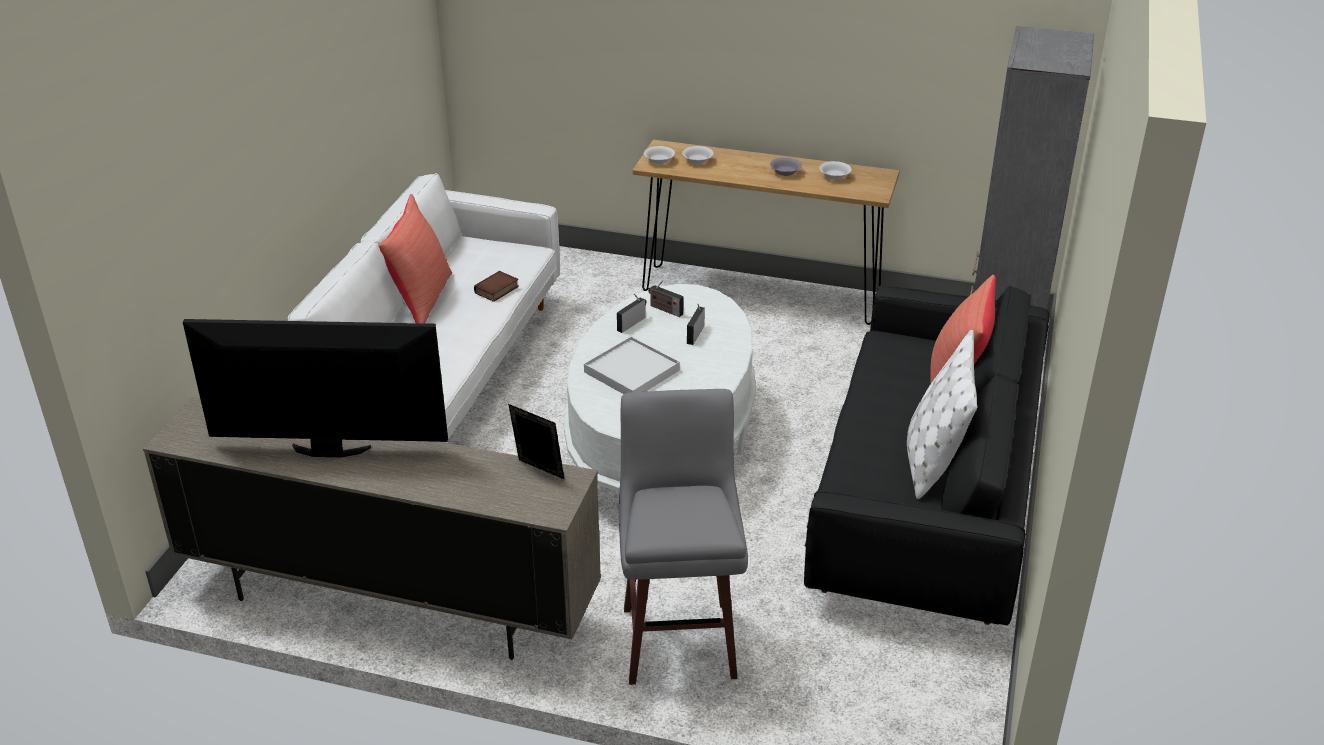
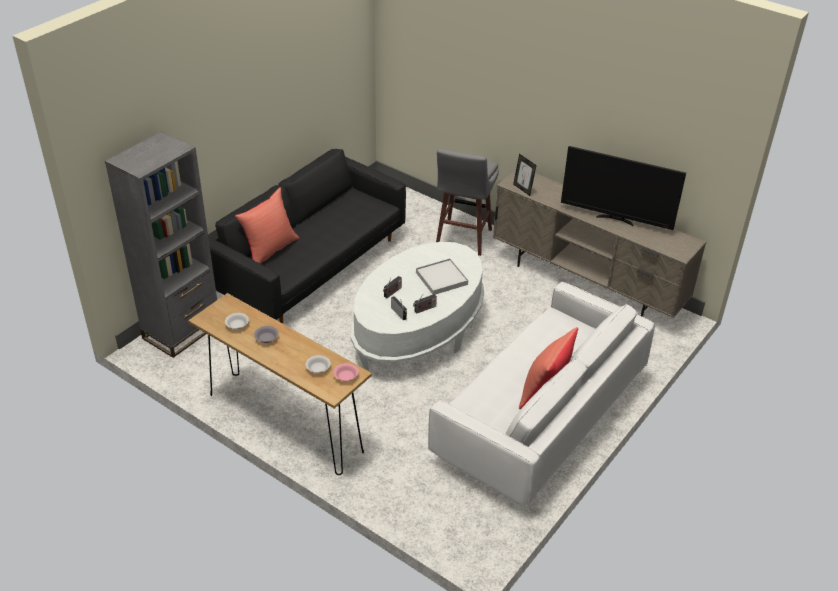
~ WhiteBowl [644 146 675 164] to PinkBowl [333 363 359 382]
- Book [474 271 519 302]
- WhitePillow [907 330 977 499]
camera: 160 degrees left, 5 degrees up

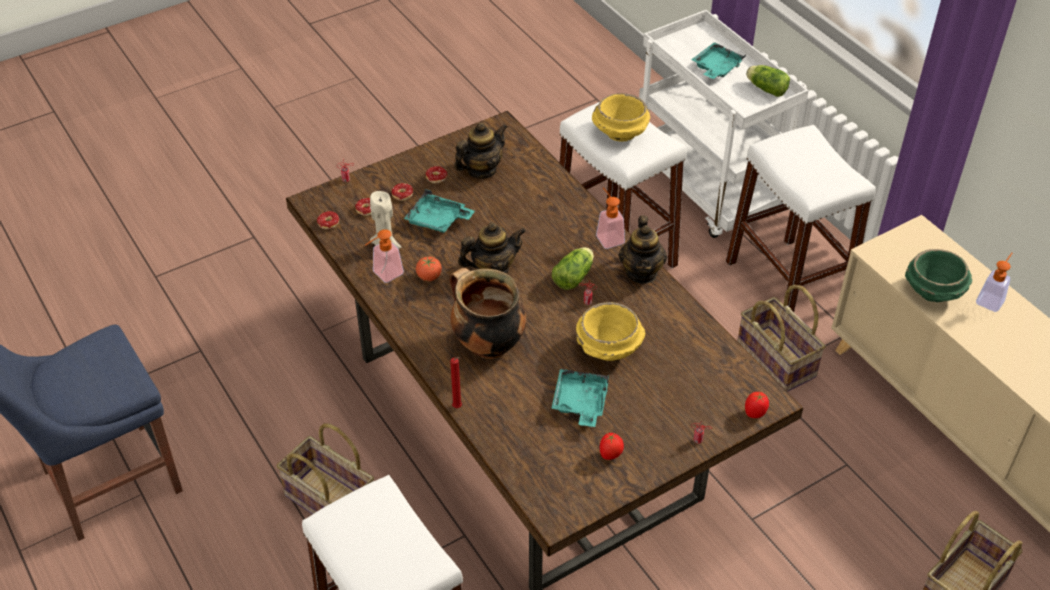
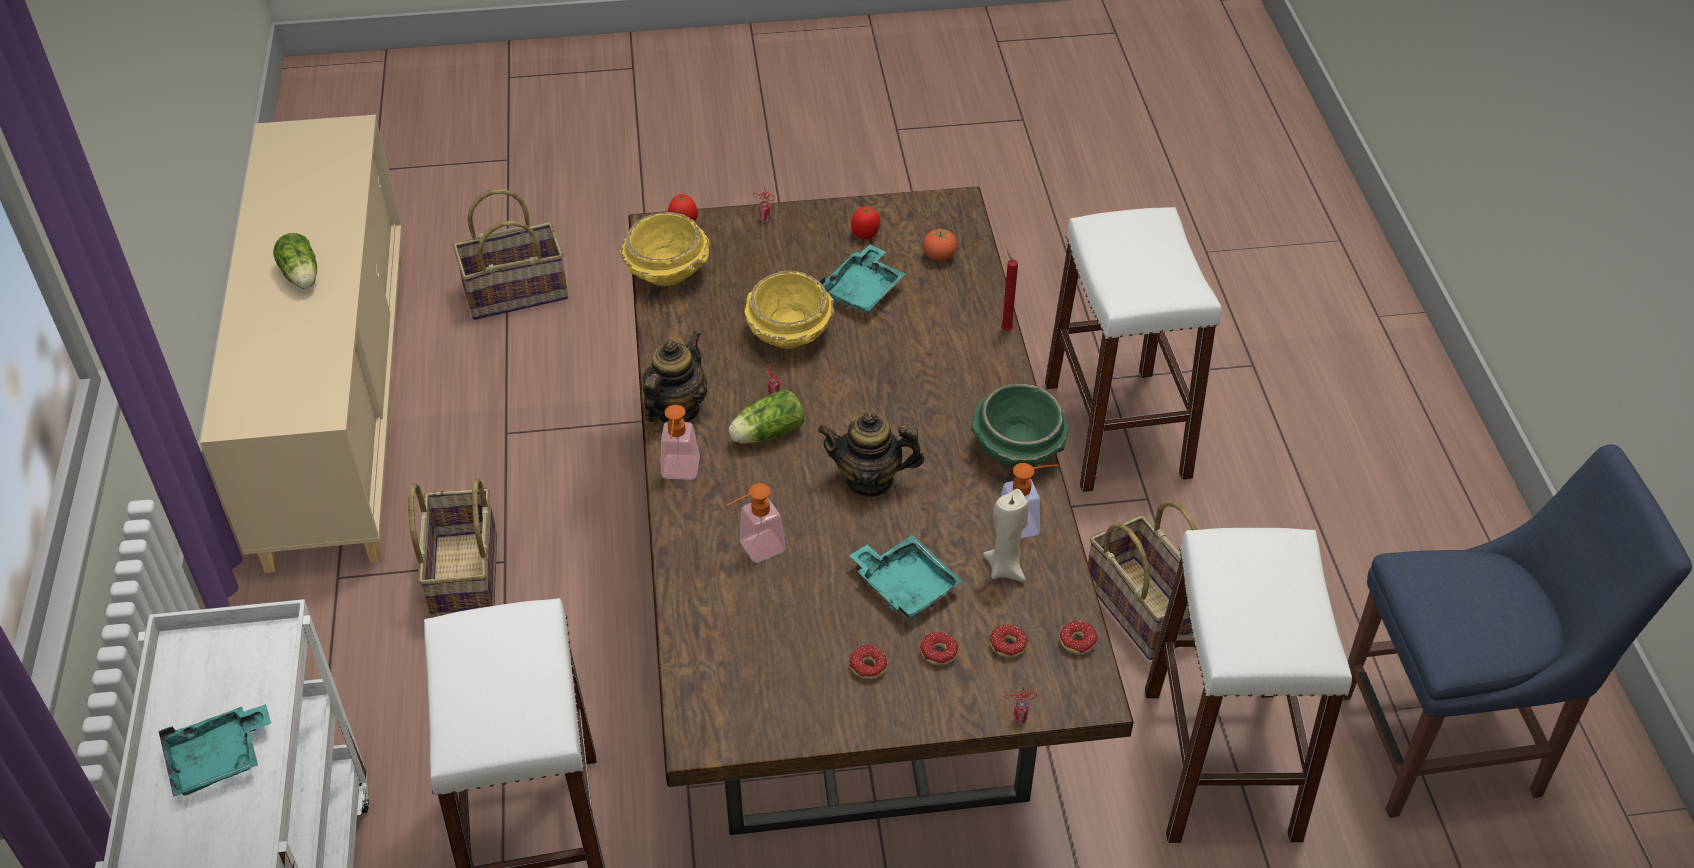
~ Lettuce [746 65 790 97] to [273 233 317 289]
~ YellowBowl [592 93 650 142] to [620 212 709 286]
~ SoapDispenser [976 253 1013 312] to [727 483 786 563]
~ Tomato [416 257 442 281] to [923 229 957 261]
~ GreenBowl [905 249 972 302] to [971 384 1069 467]
~ WhiteStool [726 125 876 312] to [1145 528 1352 843]
- CookingPot [450 268 526 359]
- Teapot [454 123 508 179]
camera: 155 degrees left, 0 degrees up

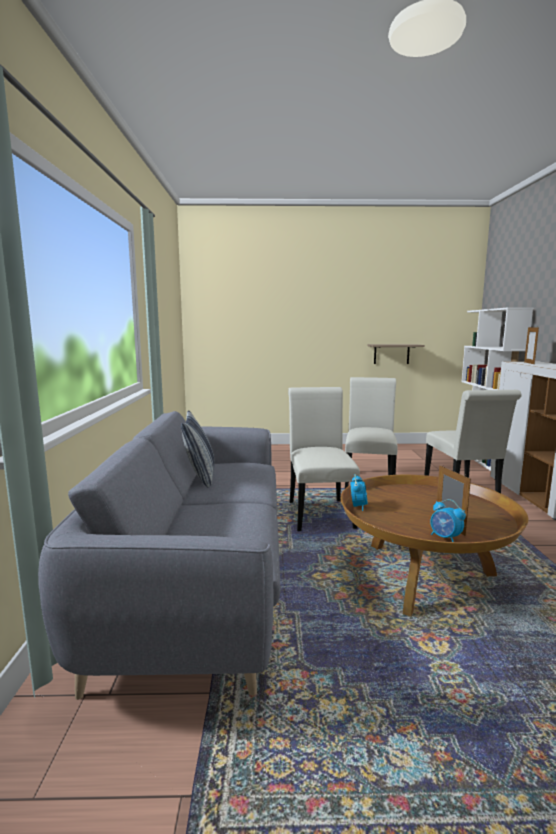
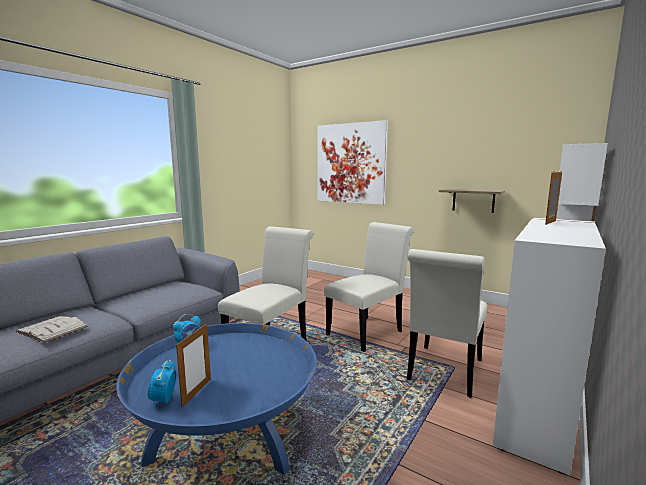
+ WhiteBook [15 316 88 343]
~ BrownCoffeeTable [341 475 529 617] to BlueCoffeeTable [116 323 317 475]
+ Picture [317 120 388 205]
- Pillow [181 410 214 488]
camera: 35 degrees right, 0 degrees up

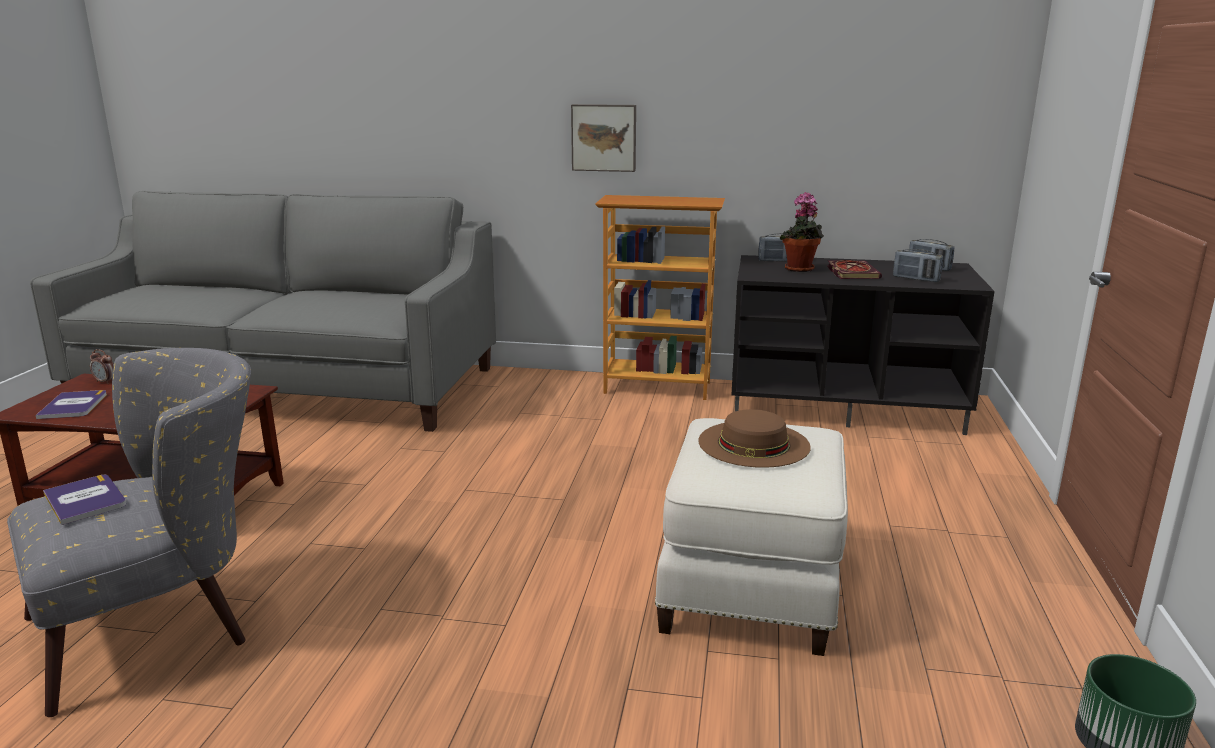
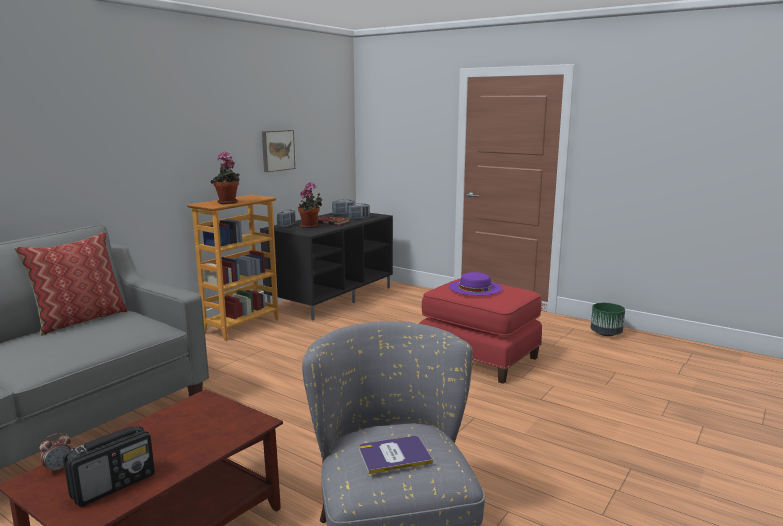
+ Pillow [14 232 128 336]
~ Book [35 390 107 419] to Radio [63 426 155 507]
+ PottedPlant [211 152 240 204]
~ Picture [571 104 636 172] to [262 130 295 172]
~ WhiteOttoman [655 418 848 656] to RedOttoman [419 278 542 384]
~ BrownHat [698 409 810 468] to PurpleHat [449 272 502 296]
camera: 65 degrees left, 5 degrees down

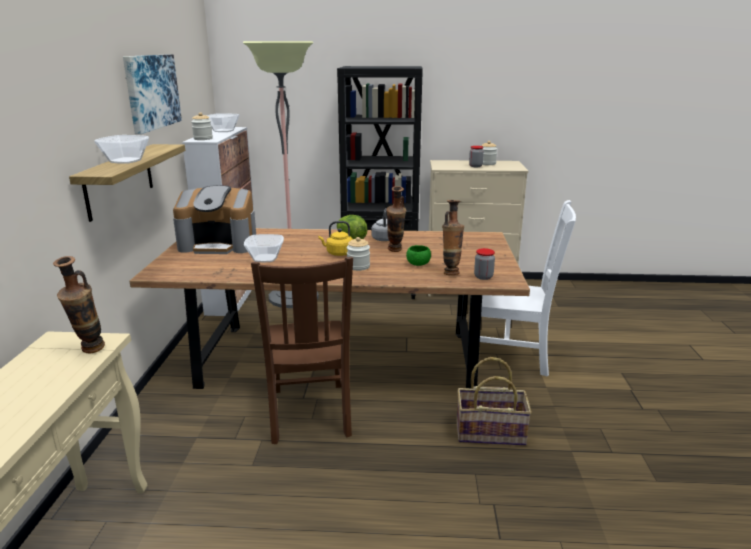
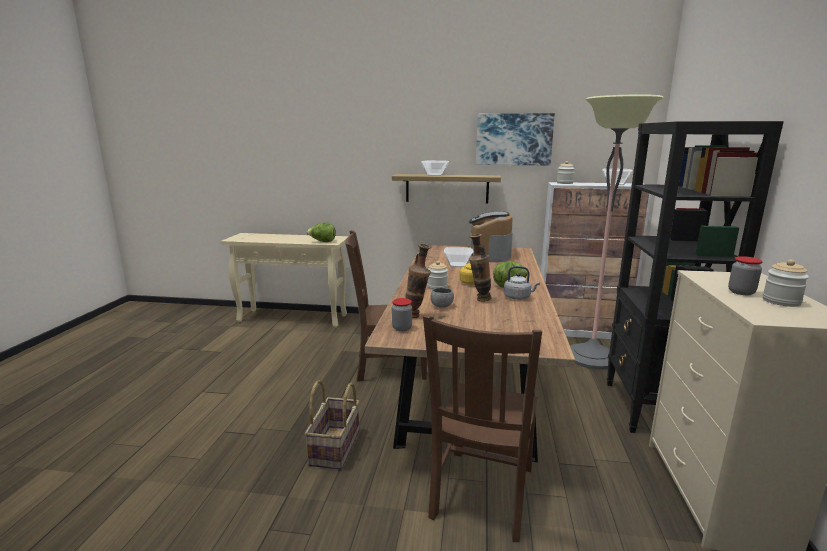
~ Vase [53 256 105 354] to Lettuce [306 222 336 242]
~ WhiteChair [480 200 576 377] to BrownChair [423 315 542 542]
~ GreenBowl [406 245 431 266] to GreyBowl [430 288 454 308]
camera: 95 degrees right, 5 degrees down

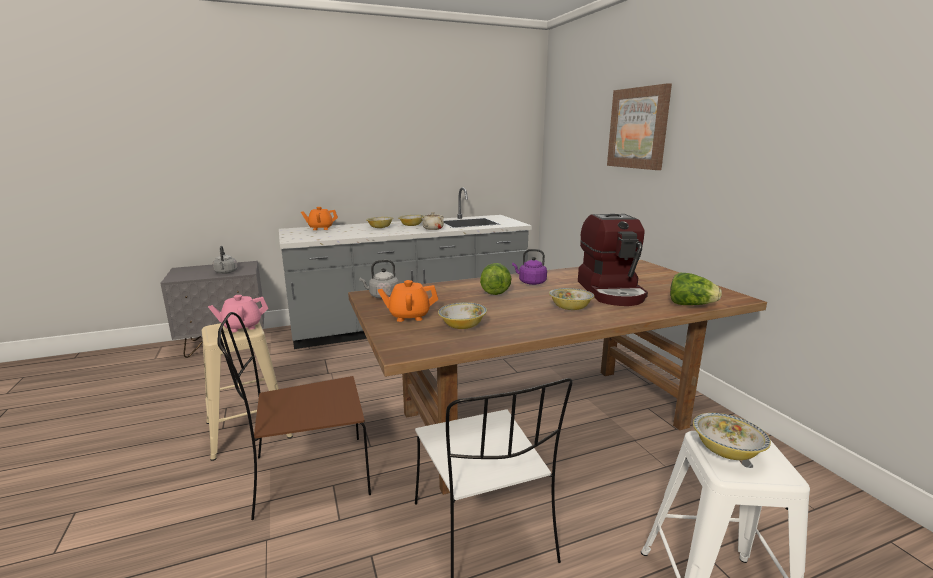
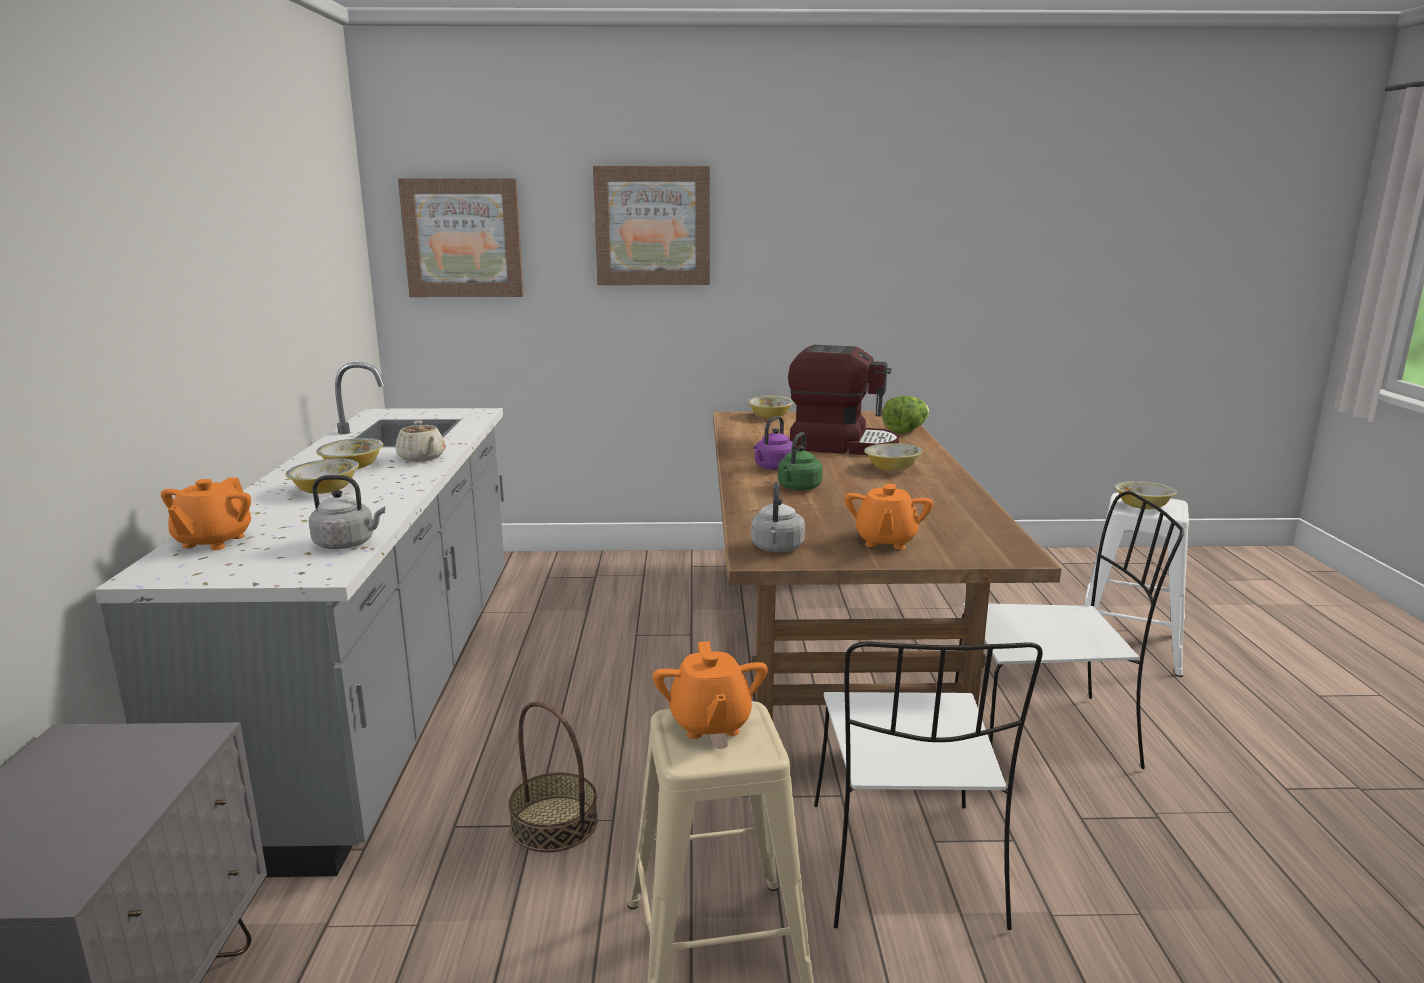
~ GreyKettle [213 246 237 274] to [309 475 385 549]
+ Picture [398 178 524 297]
+ Basket [508 701 598 852]
~ PinkTeapot [208 295 268 333] to OrangeTeapot [653 641 768 739]
~ Bowl [438 302 487 329] to [747 396 794 418]
~ Lettuce [480 263 511 295] to GreenKettle [778 432 823 490]
~ BrownChair [217 312 371 520] to WhiteChair [814 642 1043 930]
camera: 70 degrees left, 0 degrees up

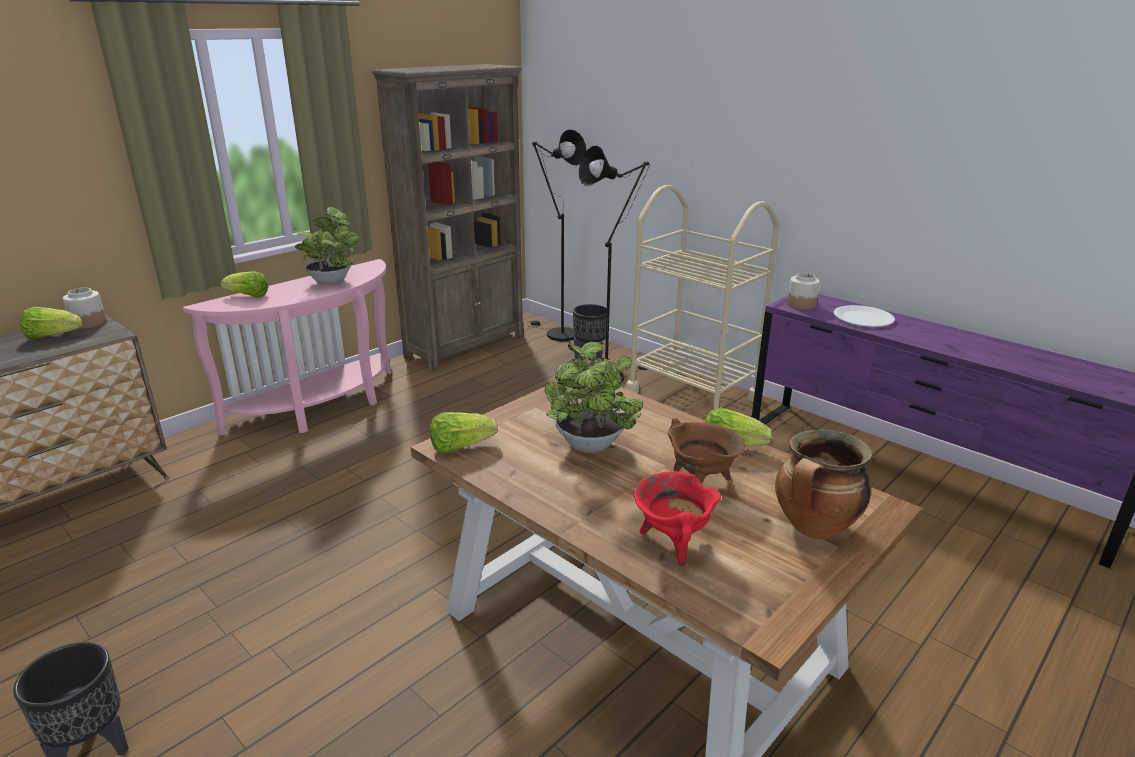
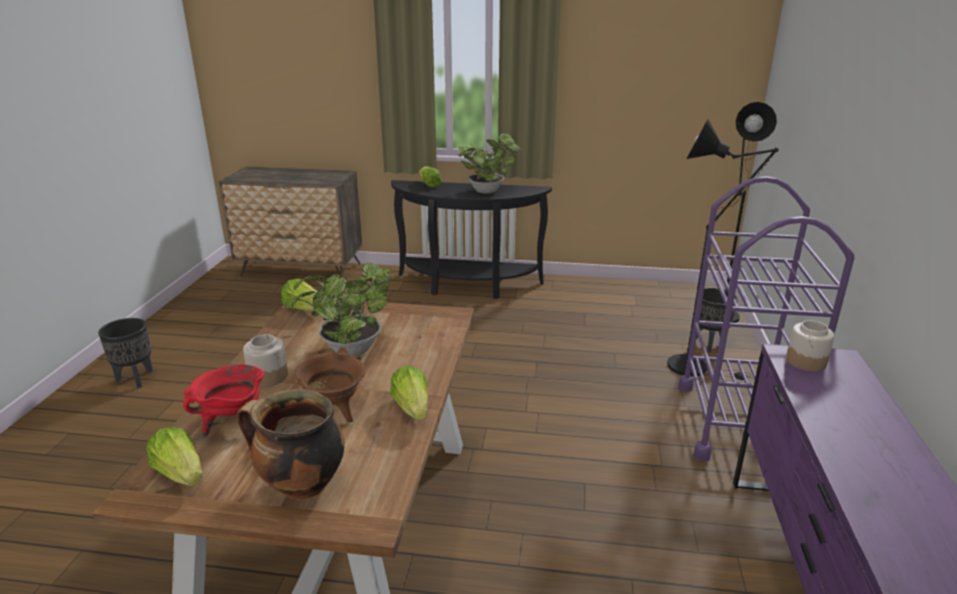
~ Lettuce [20 307 82 338] to [146 427 203 486]
~ Jar [63 288 106 329] to [243 334 288 387]
~ PinkConsoleTable [182 259 392 435] to BlackConsoleTable [391 180 552 299]
~ BeigeCart [625 185 779 409] to PurpleCart [678 176 854 462]
- BrownBookcase [372 64 524 372]
- WhitePlate [834 305 895 327]
camera: 55 degrees right, 0 degrees up

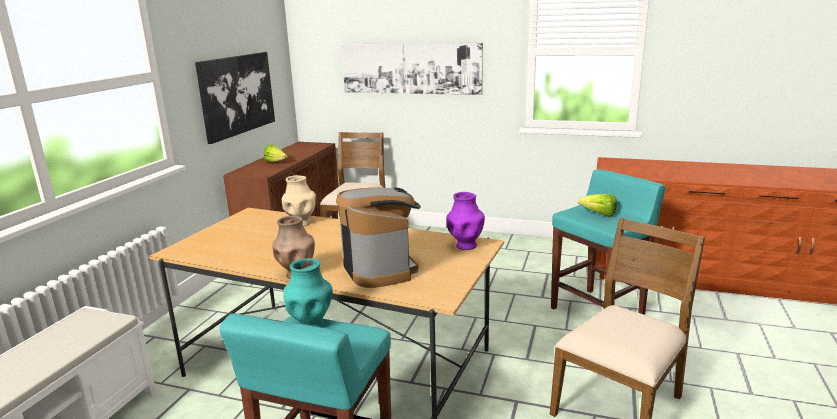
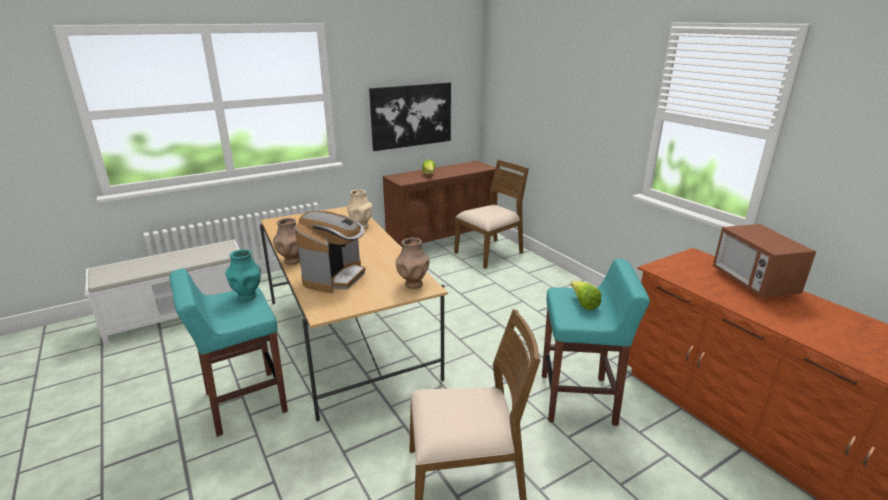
~ PurpleVase [446 192 485 250] to BrownVase [396 238 430 289]
+ Microwave [713 224 816 298]
- Picture [341 43 483 95]
camera: 40 degrees right, 5 degrees up

